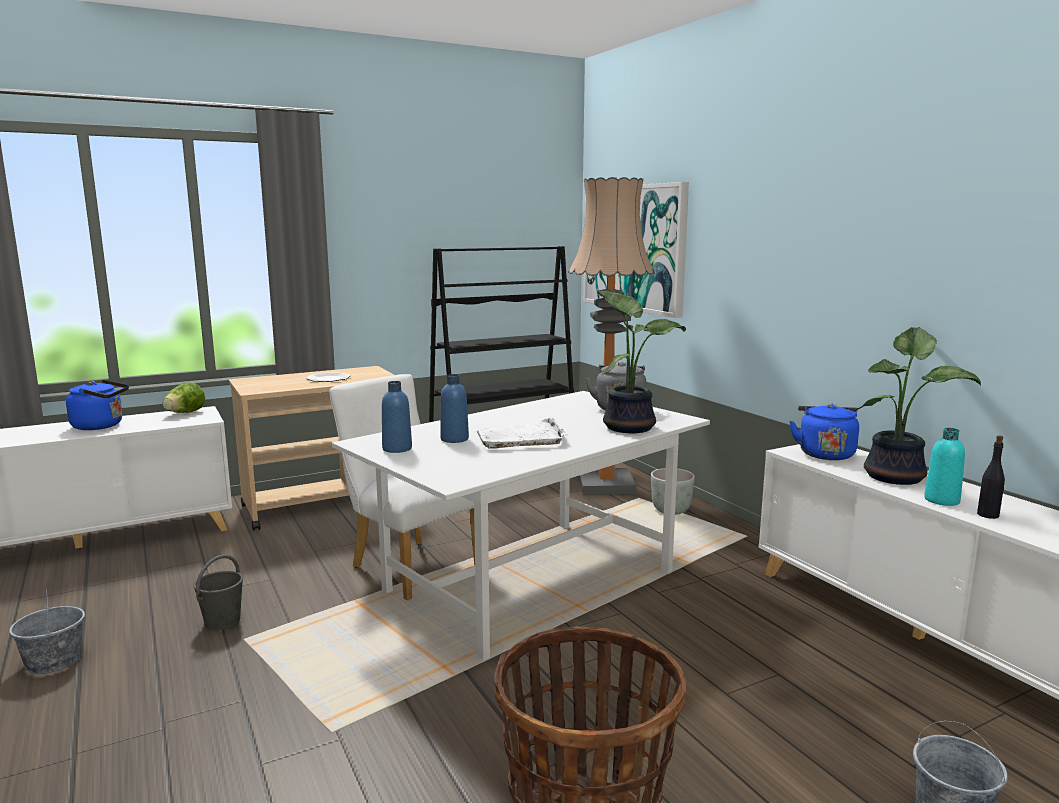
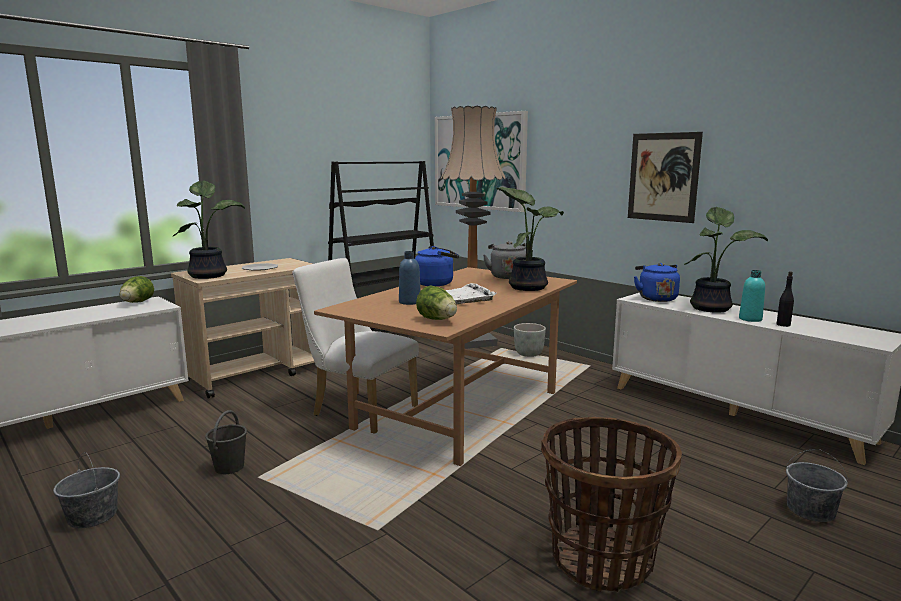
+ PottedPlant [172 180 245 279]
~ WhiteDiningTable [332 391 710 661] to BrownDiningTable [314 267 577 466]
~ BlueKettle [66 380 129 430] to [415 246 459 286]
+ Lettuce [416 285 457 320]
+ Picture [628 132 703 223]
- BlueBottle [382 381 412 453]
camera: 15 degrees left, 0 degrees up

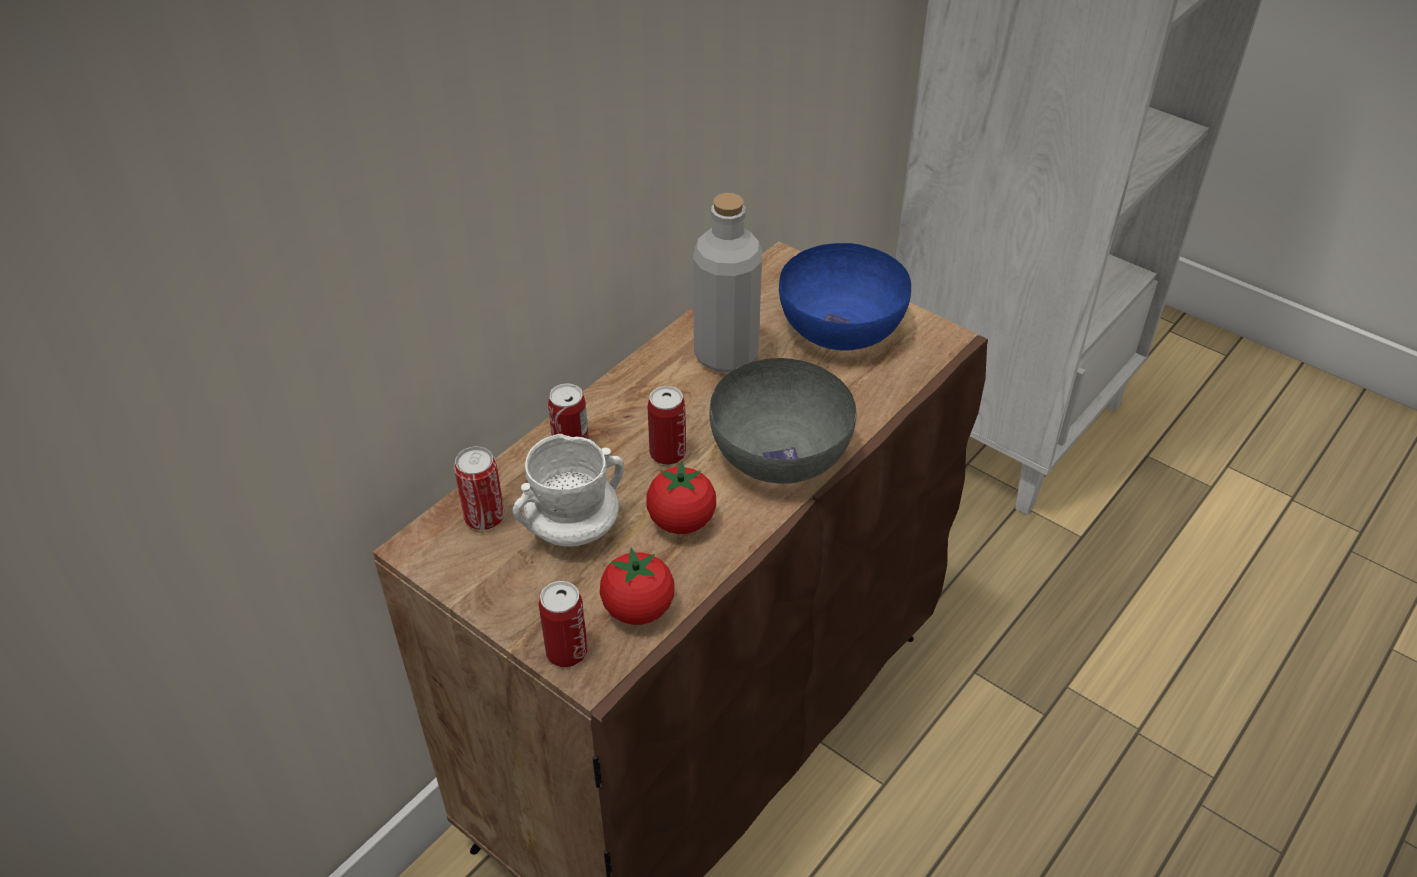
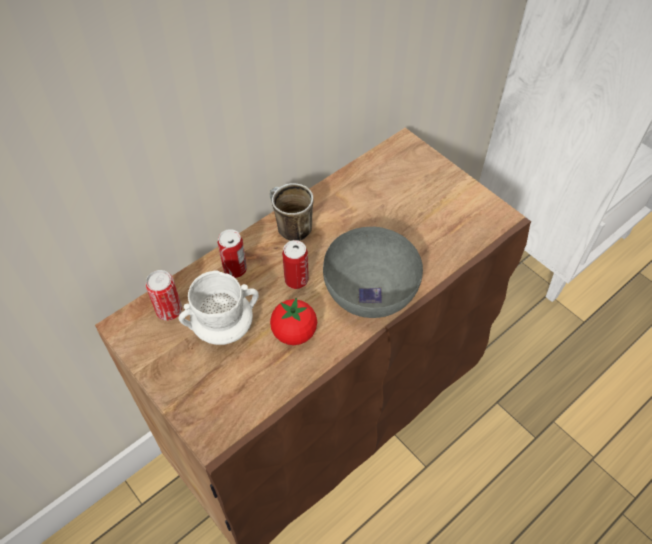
+ Mug [270 183 314 241]
- Can [539 581 588 667]
- Tomato [600 548 675 625]
- GreyBottle [693 193 762 373]
- BlueBowl [779 243 912 351]
camera: 10 degrees right, 10 degrees up

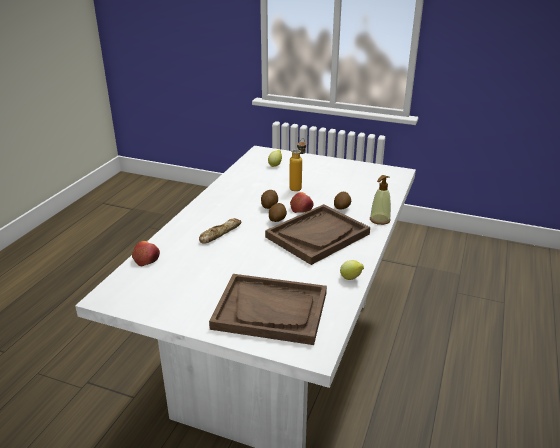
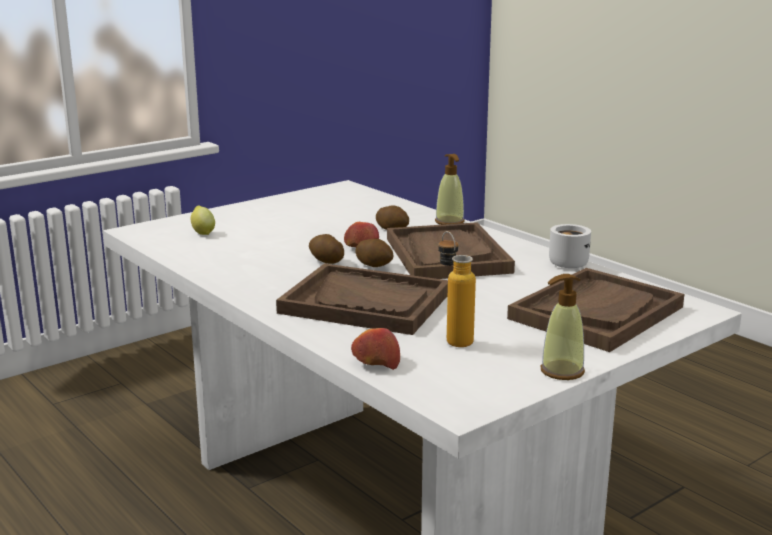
~ Bread [199 218 241 244] to BrownTray [276 263 448 335]
~ Bottle [289 138 306 191] to [438 231 476 347]
+ SoapDispenser [541 274 585 380]
~ Lemon [340 260 364 280] to WhiteMug [549 224 591 268]
camera: 60 degrees left, 10 degrees down

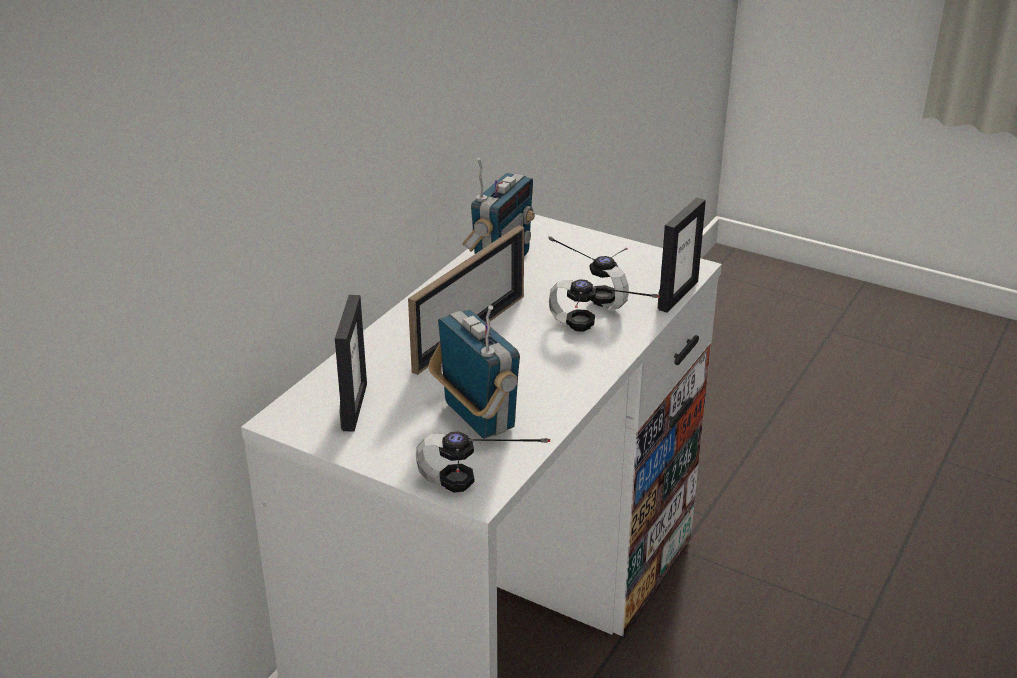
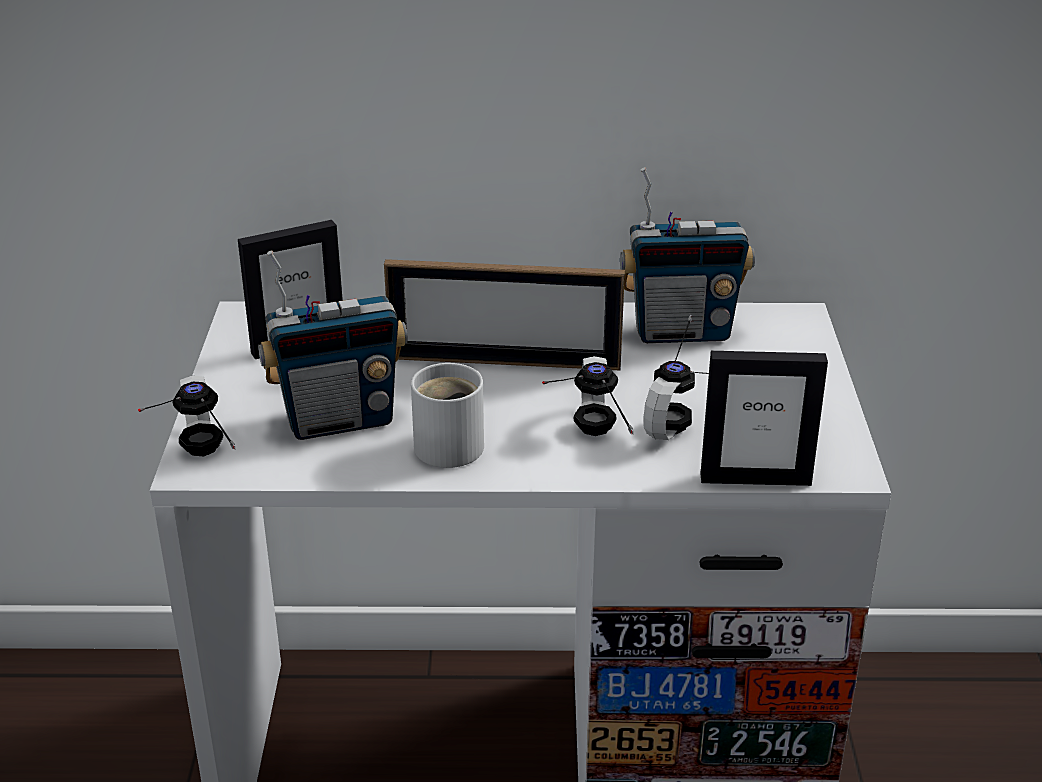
~ Radio [429 305 520 439] = [258 250 408 440] 45 degrees clockwise
+ WhiteMug [411 363 484 468]
camera: 60 degrees right, 0 degrees up

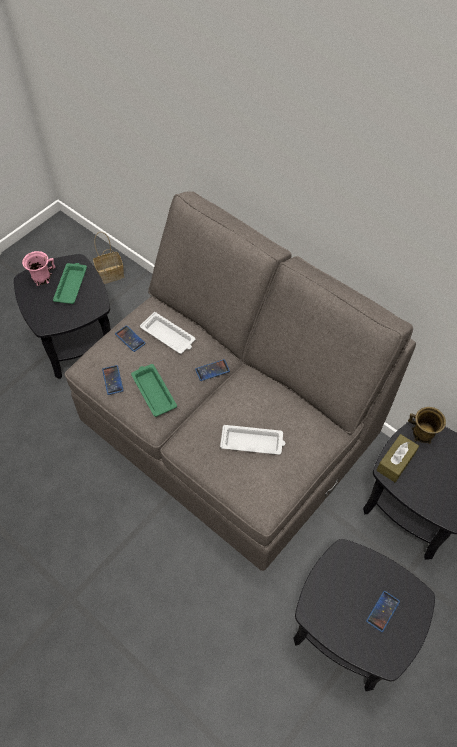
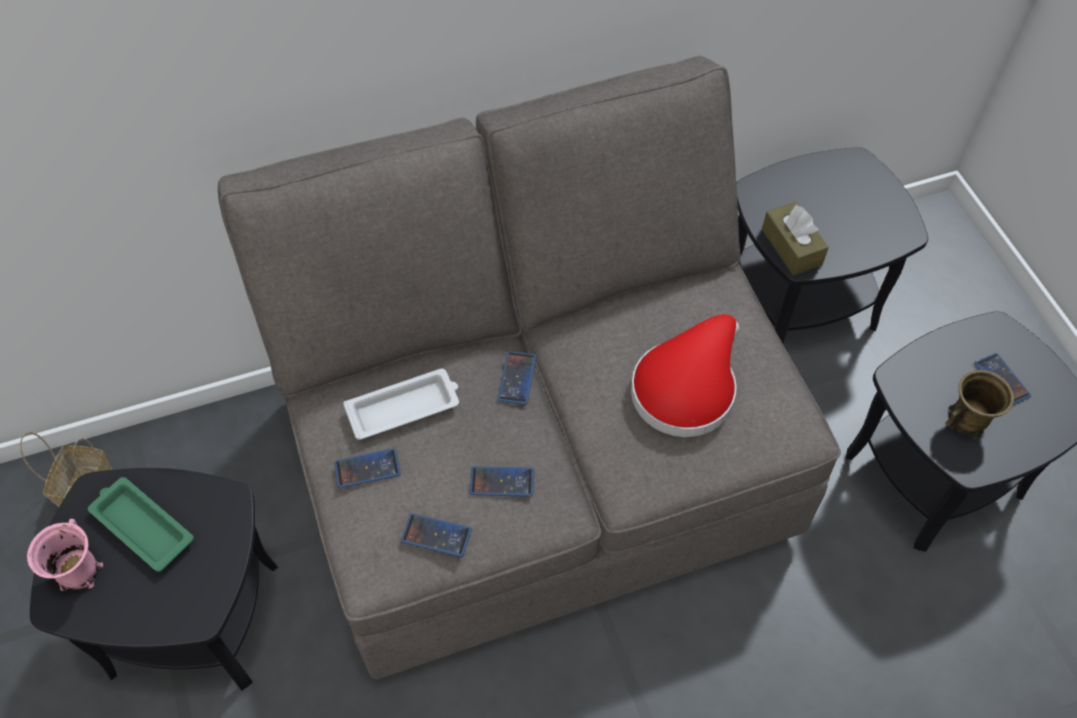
~ GreenTray [131 364 177 417] to Phone [470 466 534 497]
~ WhiteTray [220 425 285 455] to RedHat [631 314 739 437]
~ BrownMug [408 407 446 444] to [945 370 1014 439]
camera: 60 degrees left, 0 degrees up

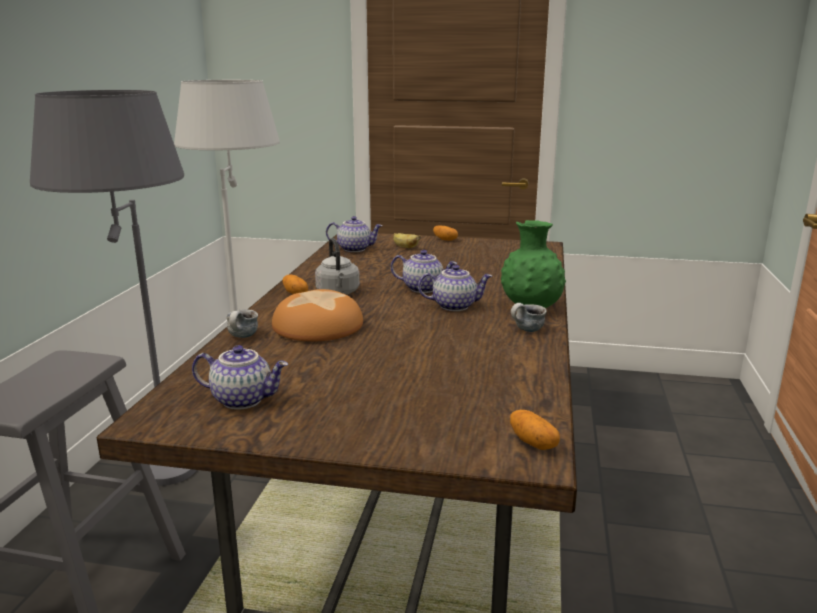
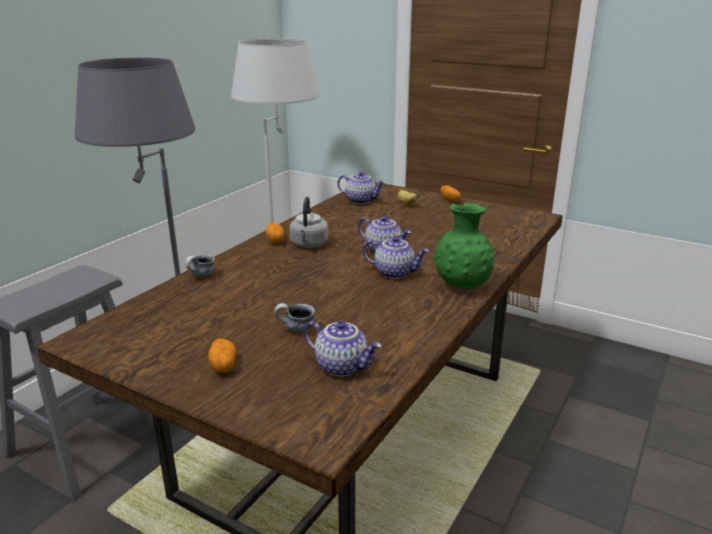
~ Potato [510 410 560 450] to [208 339 236 373]
~ Mug [511 303 546 332] to [275 303 315 333]
~ Teapot [192 345 288 410] to [304 321 381 377]
- Bread [272 289 363 341]
camera: 20 degrees right, 5 degrees up

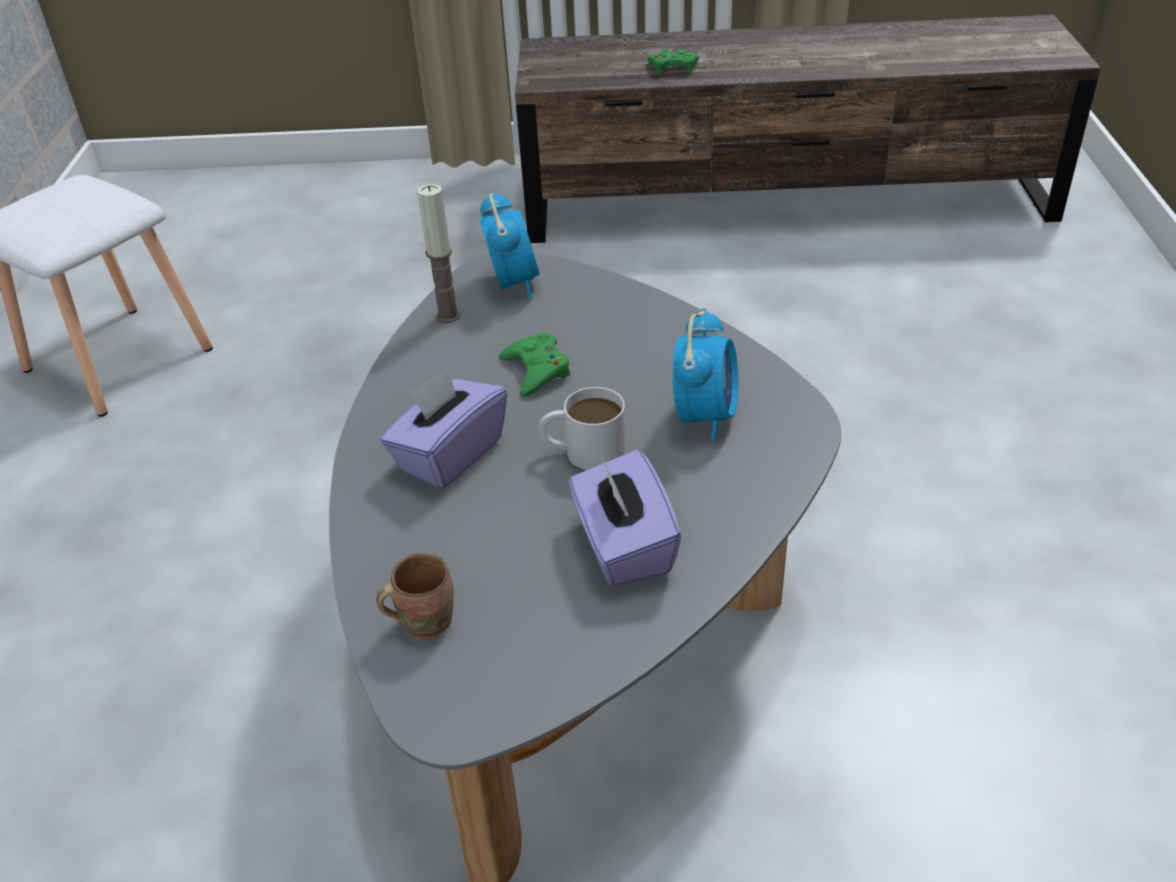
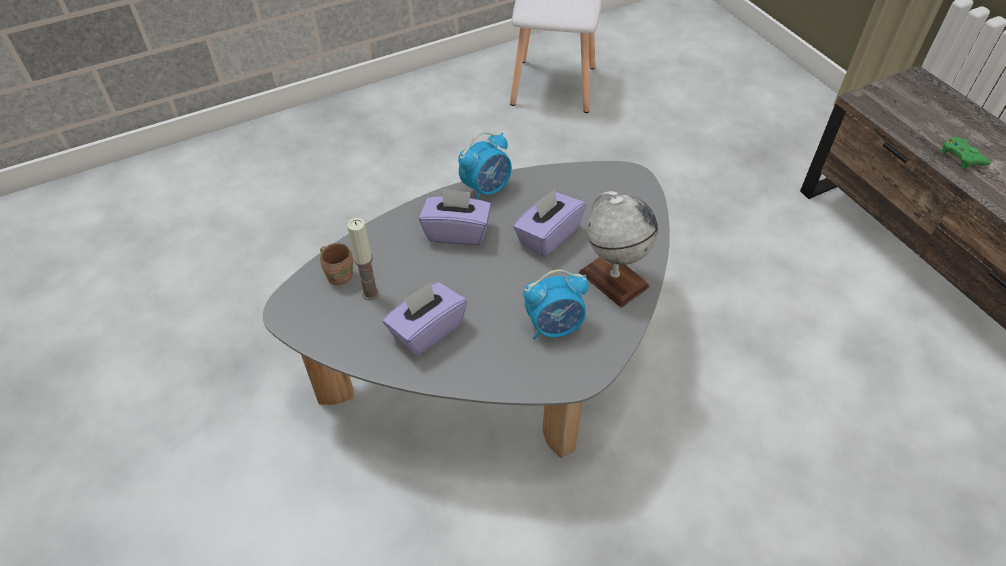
~ Candle [417 184 460 323] to [347 218 379 300]
~ AlarmClock [480 191 540 299] to [458 132 512 200]
~ GreenGameController [499 332 571 397] to PurpleTissueBox [513 189 586 257]
+ Globe [579 191 658 308]
- WhiteMug [539 387 626 470]
camera: 60 degrees right, 10 degrees up

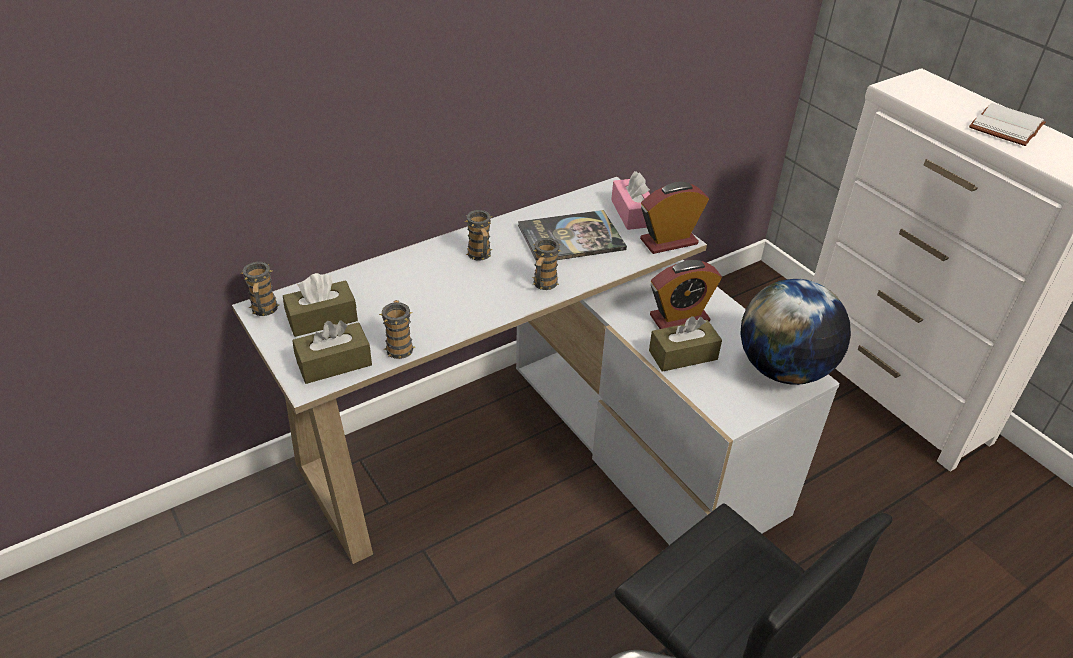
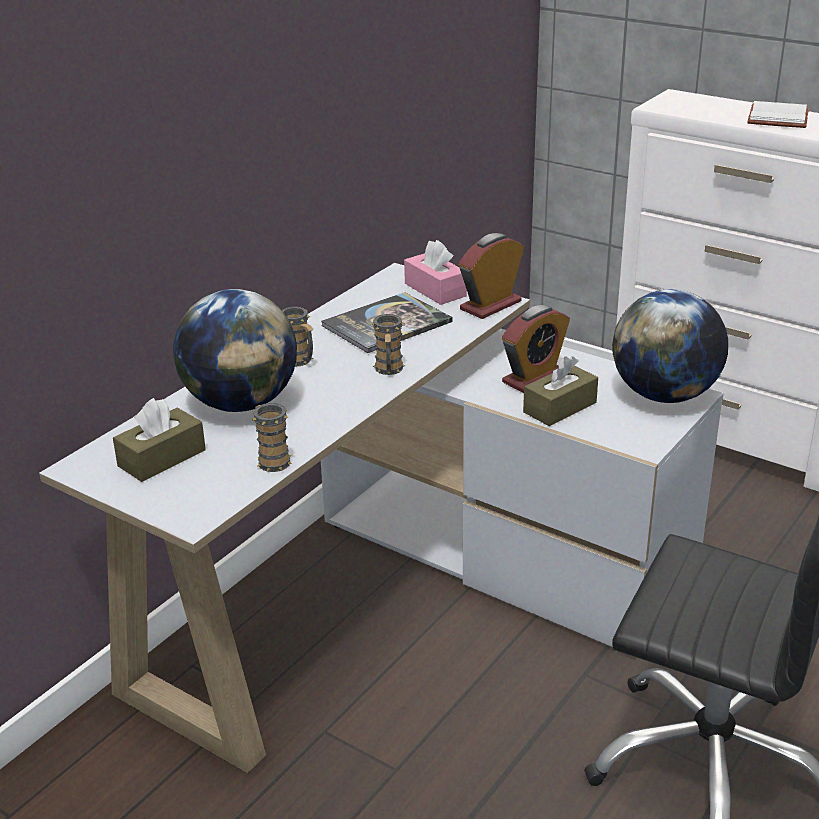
+ Globe [173 289 297 412]
- Mug [241 262 279 316]
- BrownTissueBox [292 320 372 384]
camera: 20 degrees left, 10 degrees down

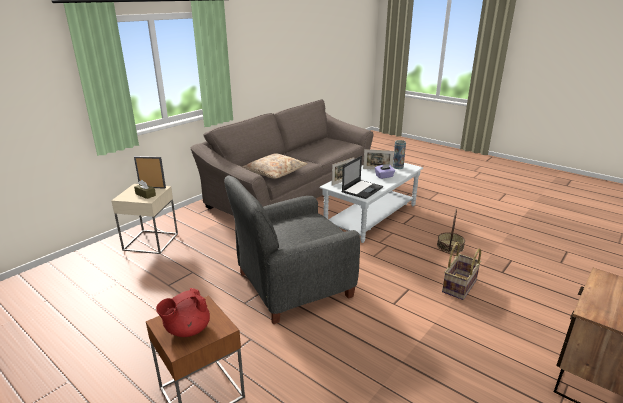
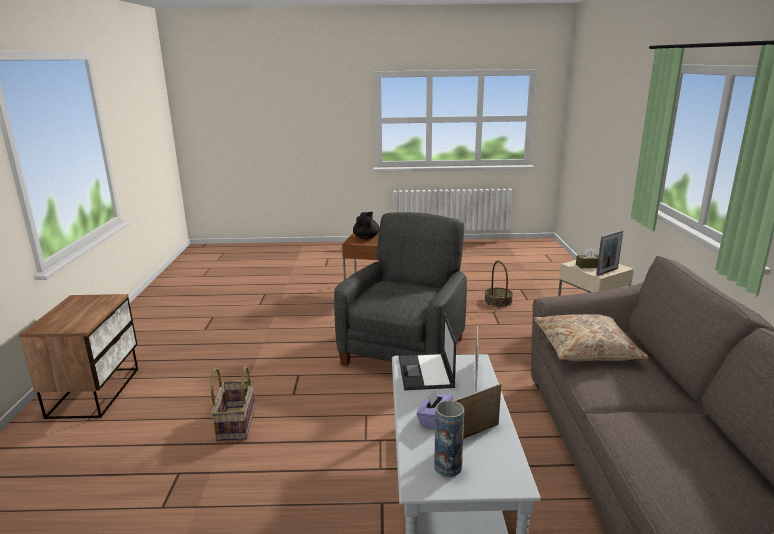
~ RedTeapot [156 288 210 337] to BlackTeapot [353 212 380 239]
~ Basket [437 209 465 253] to [485 261 513 307]
camera: 140 degrees right, 5 degrees down

